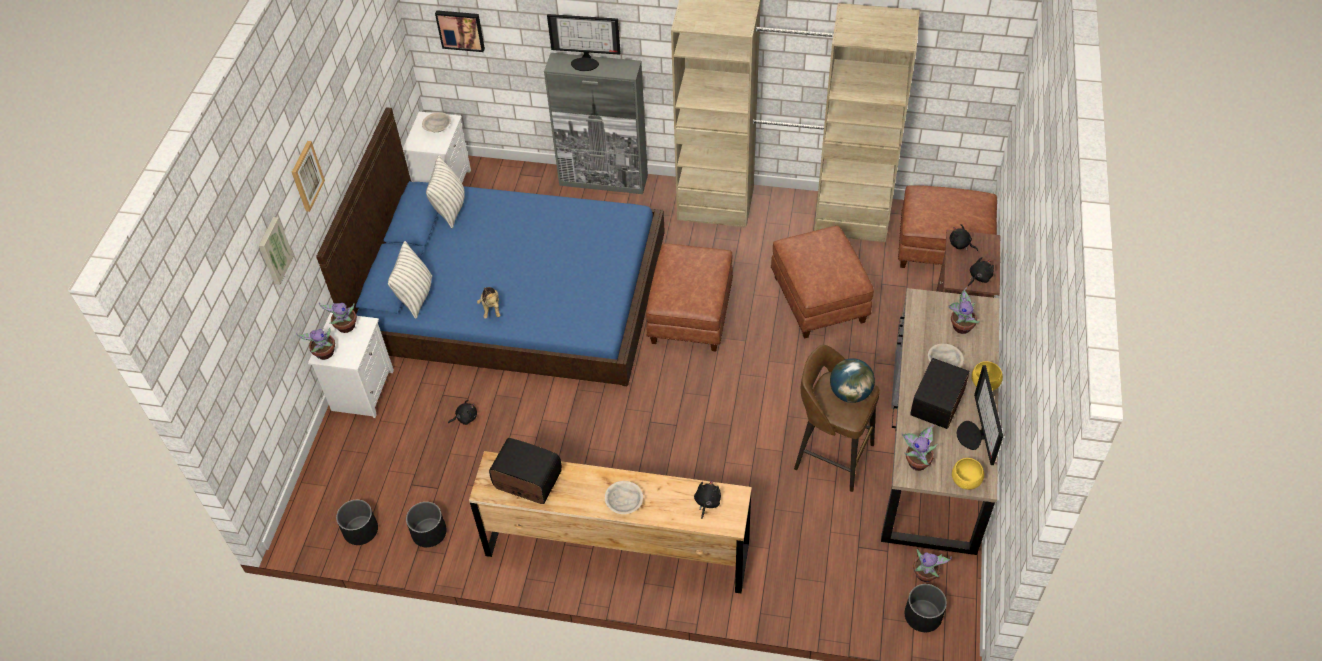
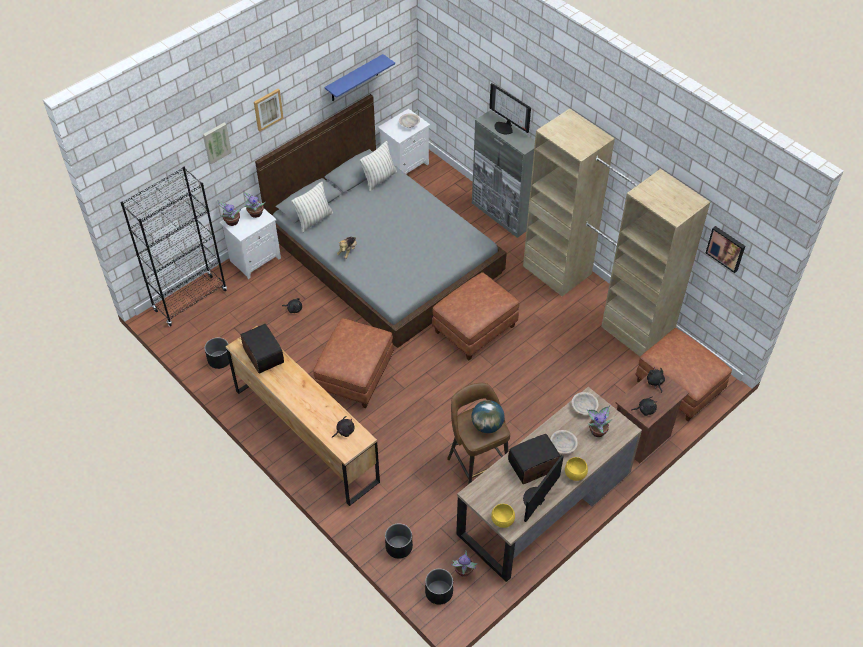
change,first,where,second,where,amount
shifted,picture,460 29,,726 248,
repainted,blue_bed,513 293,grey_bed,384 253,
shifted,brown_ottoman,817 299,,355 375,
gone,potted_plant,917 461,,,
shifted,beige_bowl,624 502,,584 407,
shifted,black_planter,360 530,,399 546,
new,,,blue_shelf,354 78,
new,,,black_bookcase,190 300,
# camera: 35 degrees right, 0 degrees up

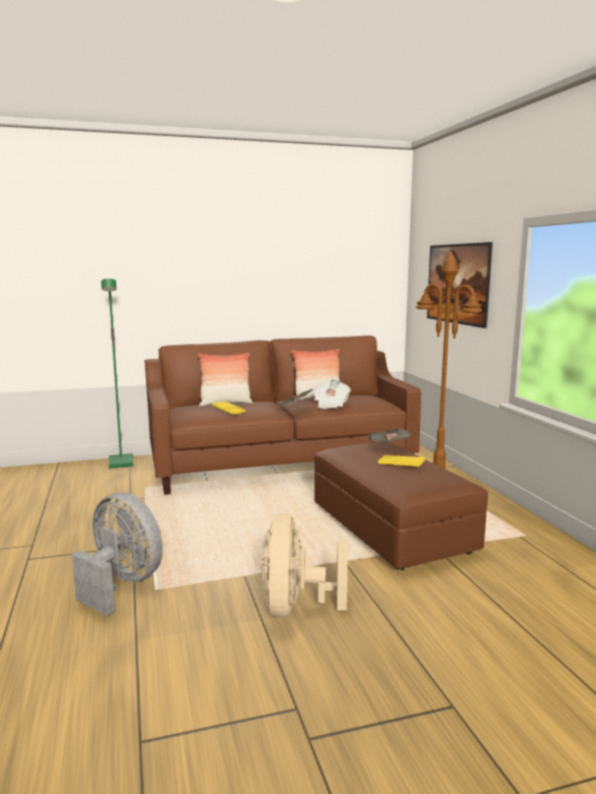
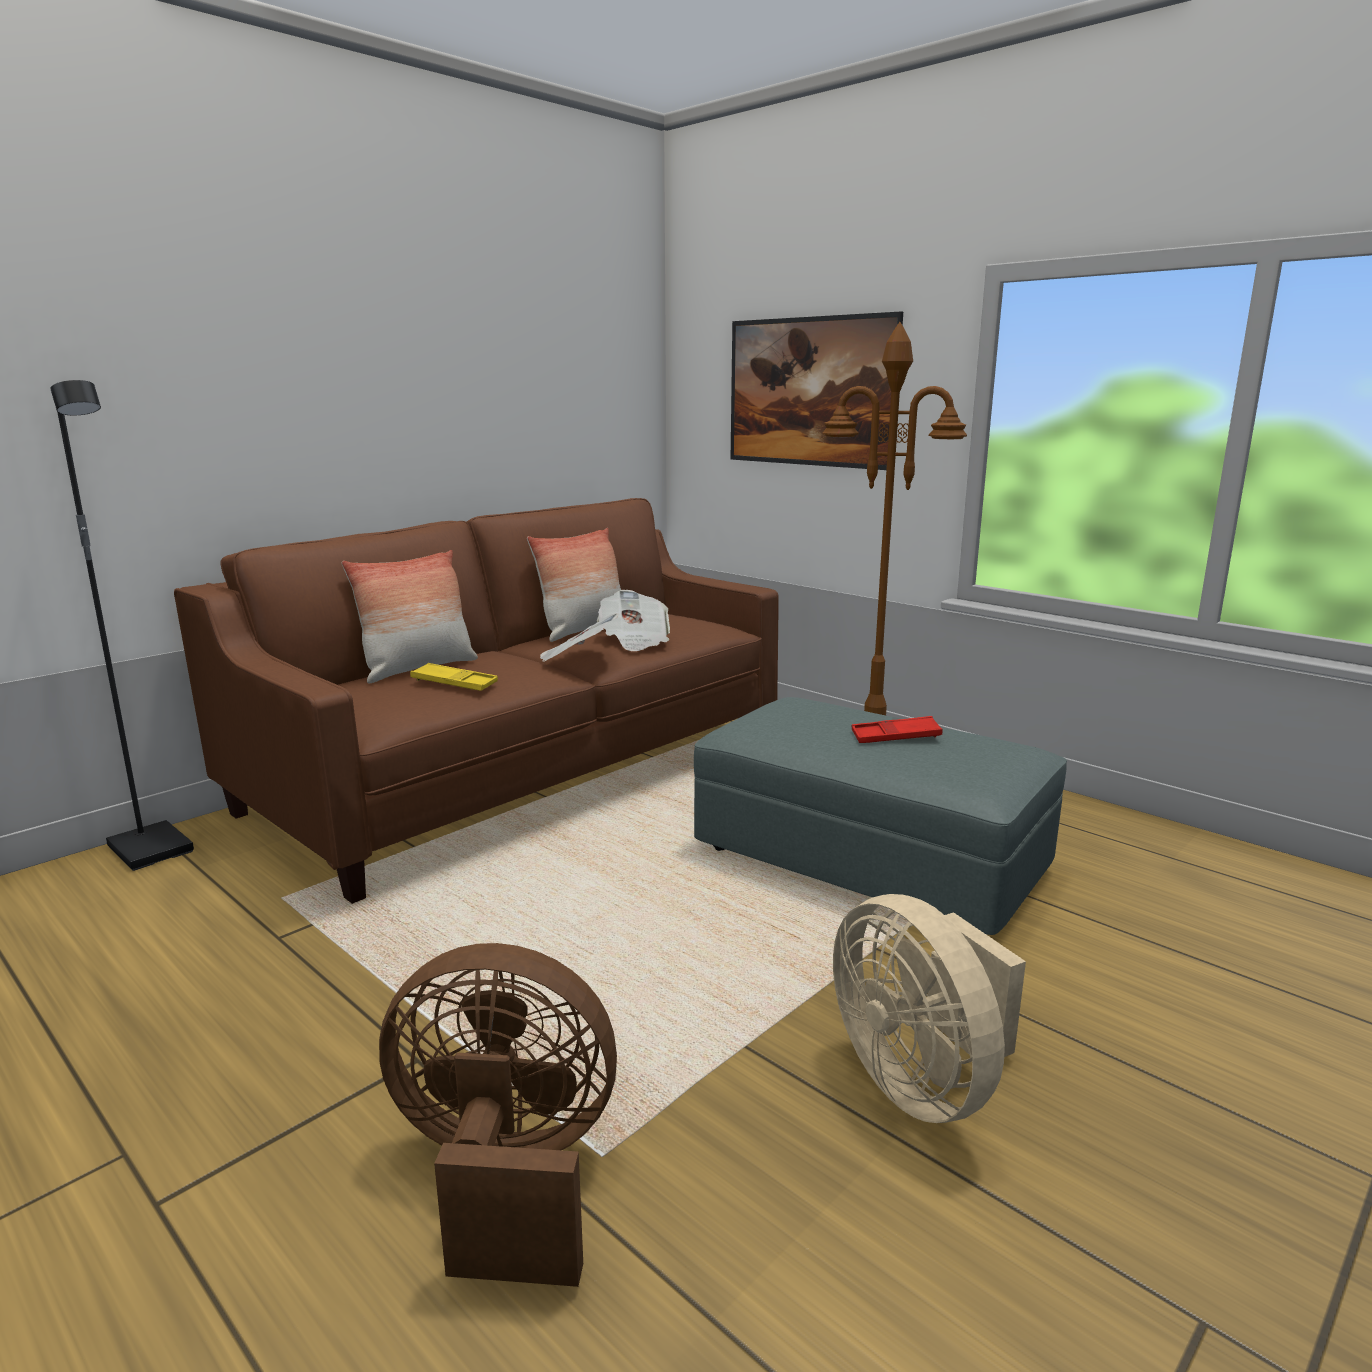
change,first,where,second,where,amount
repainted,green_floor_lamp,122 463,black_floor_lamp,153 849,
gone,newspaper,388 448,,,
repainted,brown_ottoman,391 529,grey_ottoman,869 859,
repainted,yellow_tray,401 464,red_tray,895 737,
repainted,grey_fan,121 584,brown_fan,505 1175,
# camera: 30 degrees left, 5 degrees up

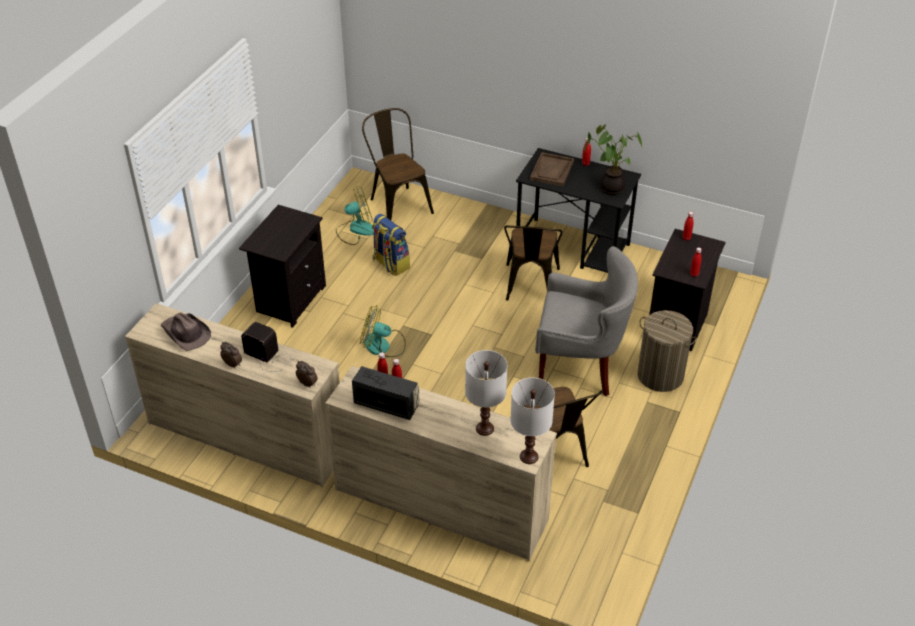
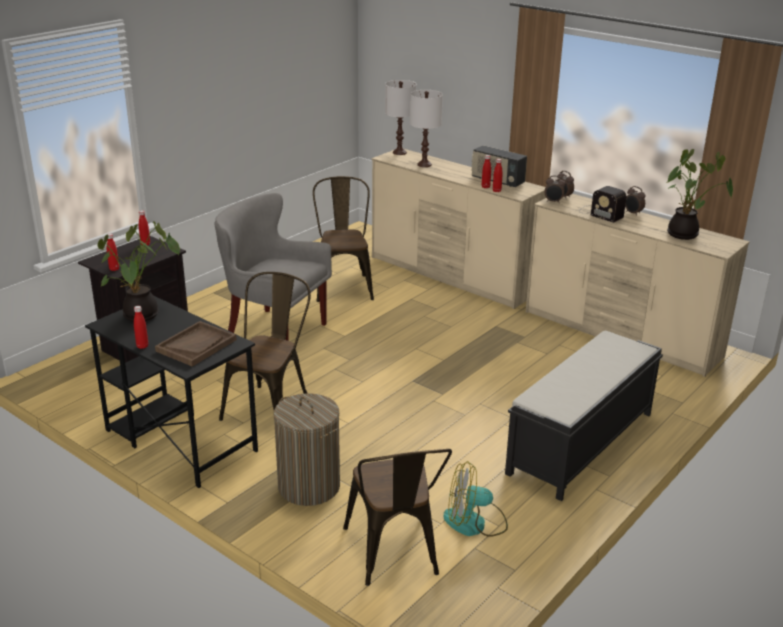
change,first,where,second,where,amount
swapped,black_nightstand,289 299,black_bench,580 444,
gone,backpack,390 264,,,
gone,fan,383 346,,,
shifted,laundry_basket,660 375,,309 486,
swapped,brown_hat,186 333,potted_plant,685 235,
new,,,alarm_clock,553 201,
# camera: 165 degrees left, 15 degrees down

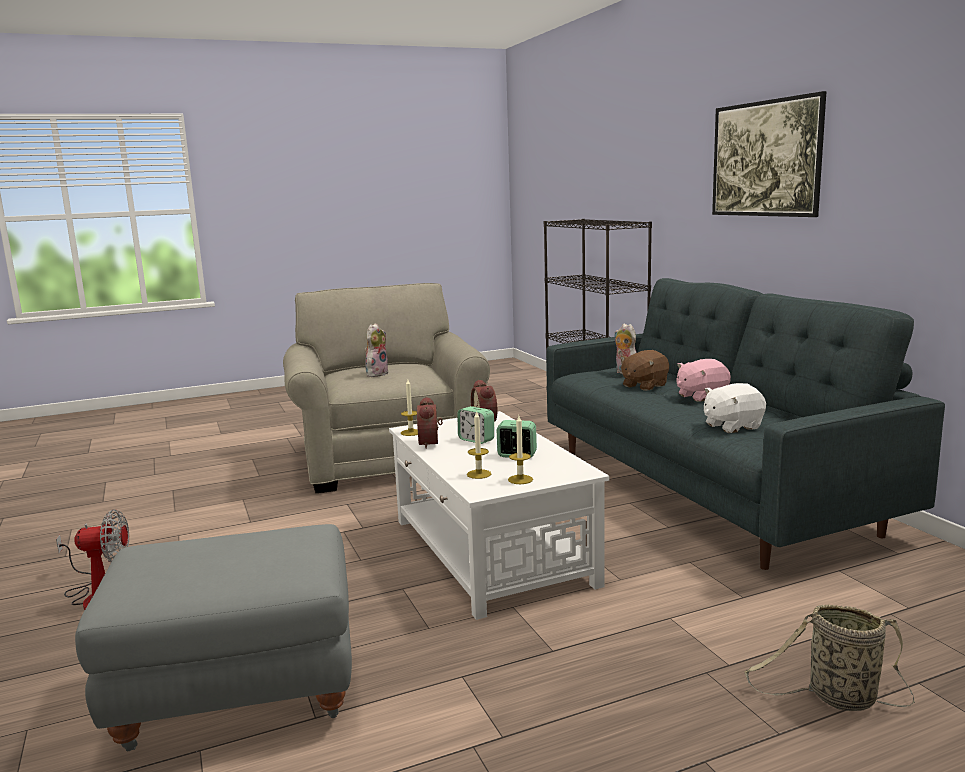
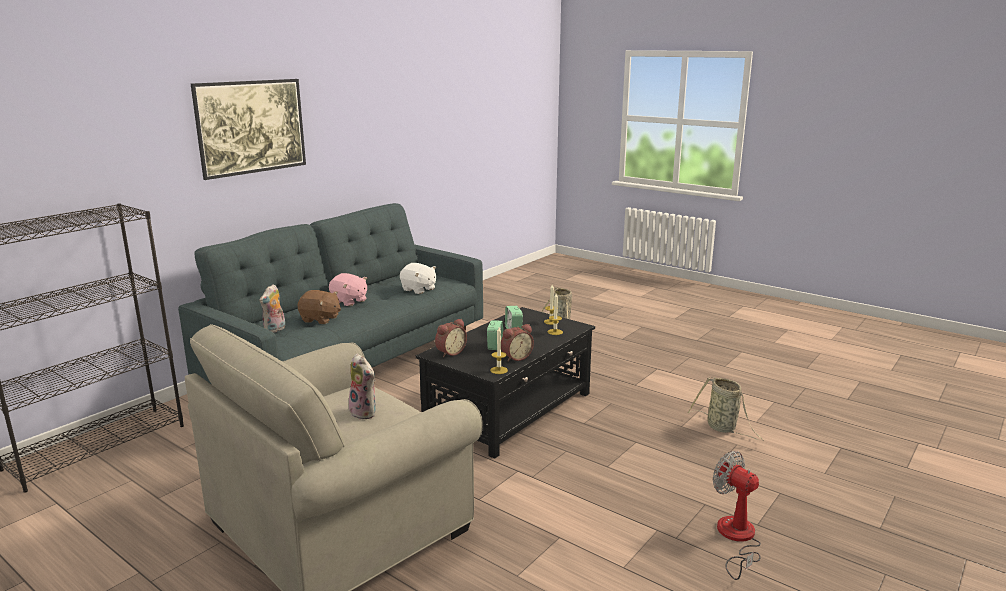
change,first,where,second,where,amount
rotated,plush_toy,376 374,,365 412,135 degrees counterclockwise
repainted,white_coffee_table,491 552,black_coffee_table,510 410,
swapped,grey_ottoman,237 699,basket,723 428,
# camera: 120 degrees left, 5 degrees up

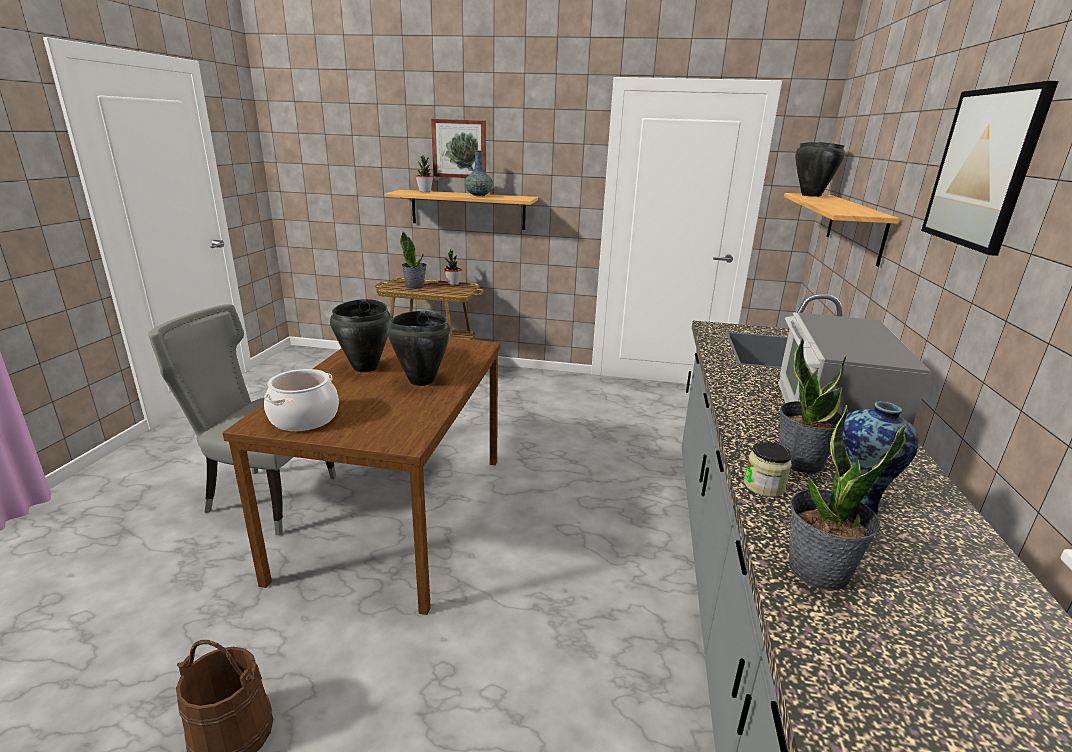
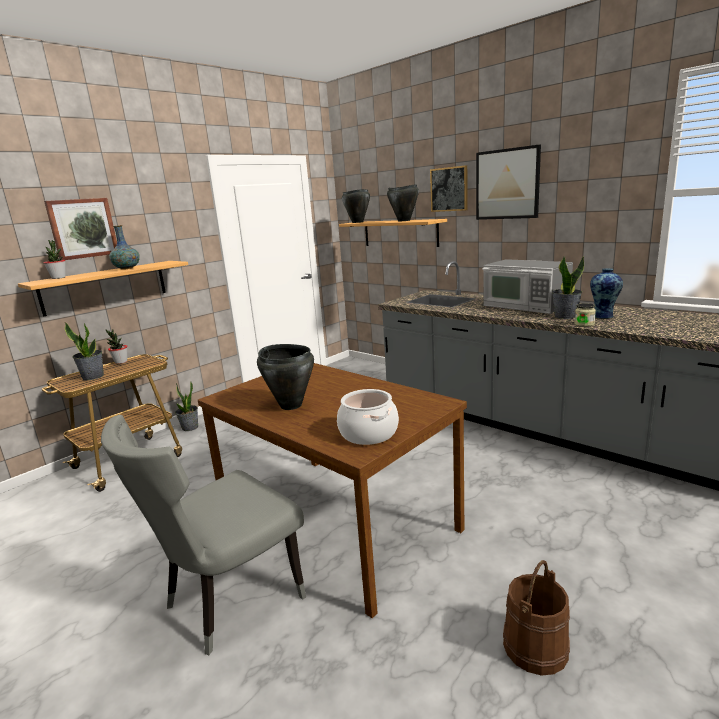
change,first,where,second,where,amount
shifted,black_cooking_pot,421 381,,404 220,
shifted,potted_plant,817 570,,190 427,
new,,,picture,449 189,
# camera: 55 degrees left, 5 degrees down

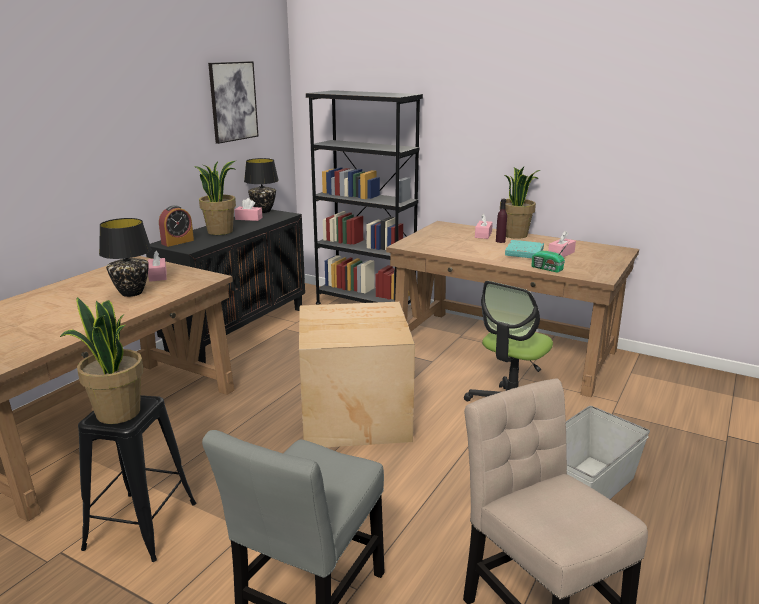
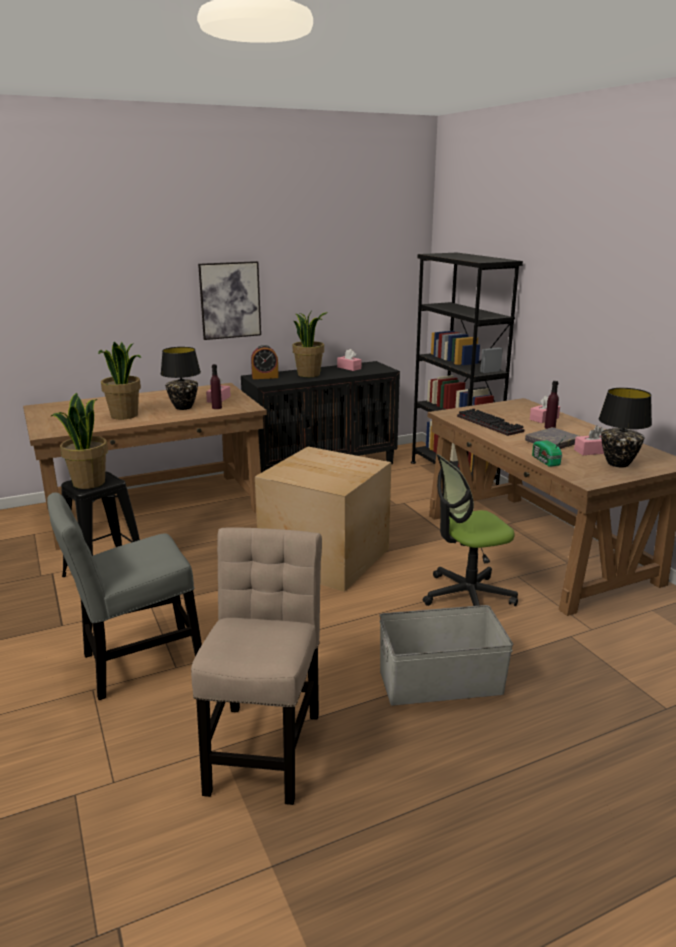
change,first,where,second,where,amount
shifted,picture,233 101,,230 300,
shifted,black_table_lamp,263 211,,618 464,
shifted,potted_plant,515 235,,125 415,
repainted,turquoise_book,524 252,grey_book,552 442,
new,,,purple_bottle,217 407,
new,,,keyboard,491 424,
# camera: 35 degrees right, 0 degrees up

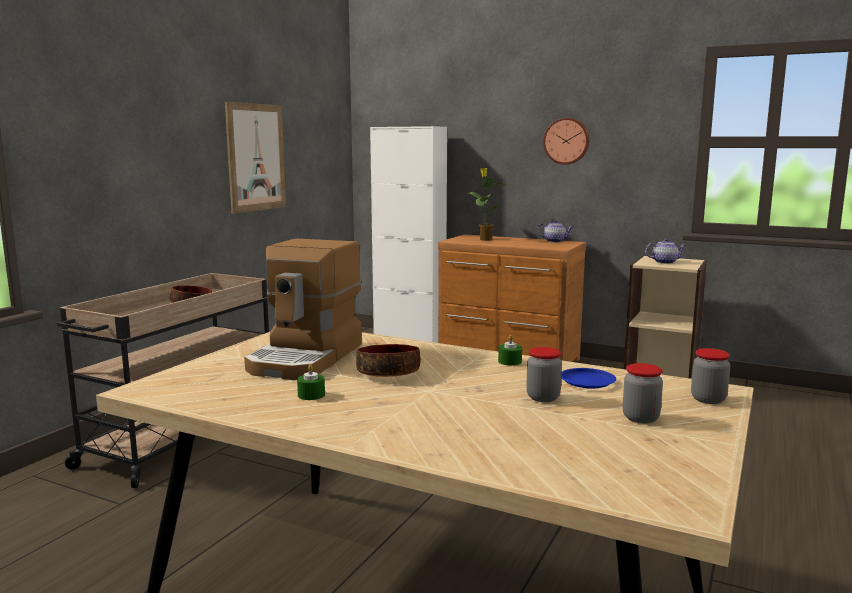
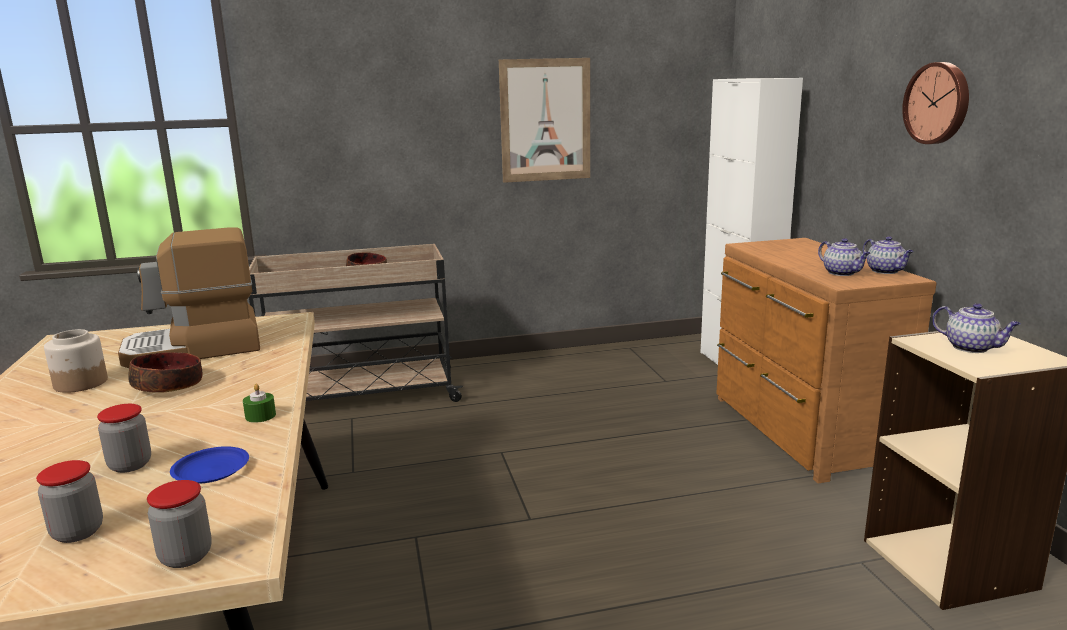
change,first,where,second,where,amount
gone,potted_plant,485 239,,,
swapped,green_candle,311 395,jar,80 383,
new,,,teapot,842 273,
# camera: 50 degrees right, 5 degrees up

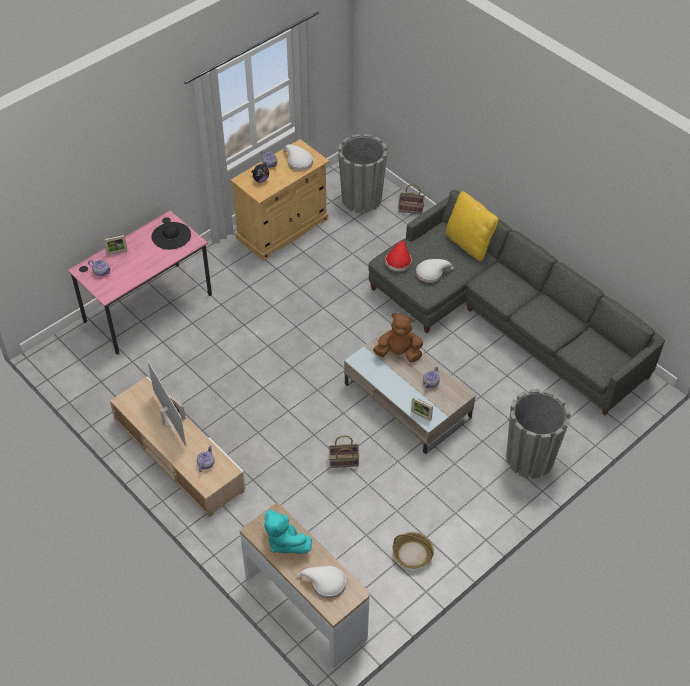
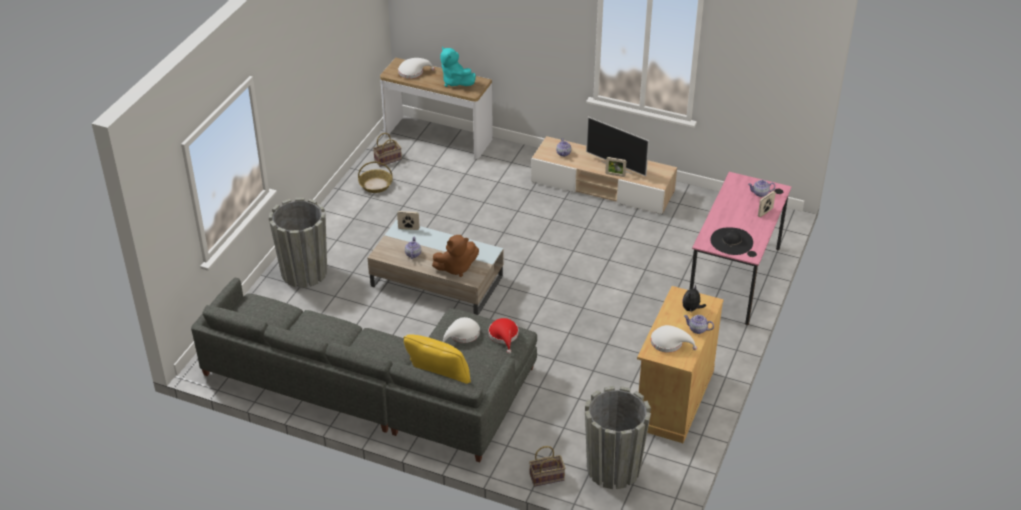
change,first,where,second,where,amount
shifted,basket,343 461,,388 159,
rotated,turquoise_plush_toy,284 541,,455 82,150 degrees counterclockwise
# camera: 155 degrees right, 10 degrees down

